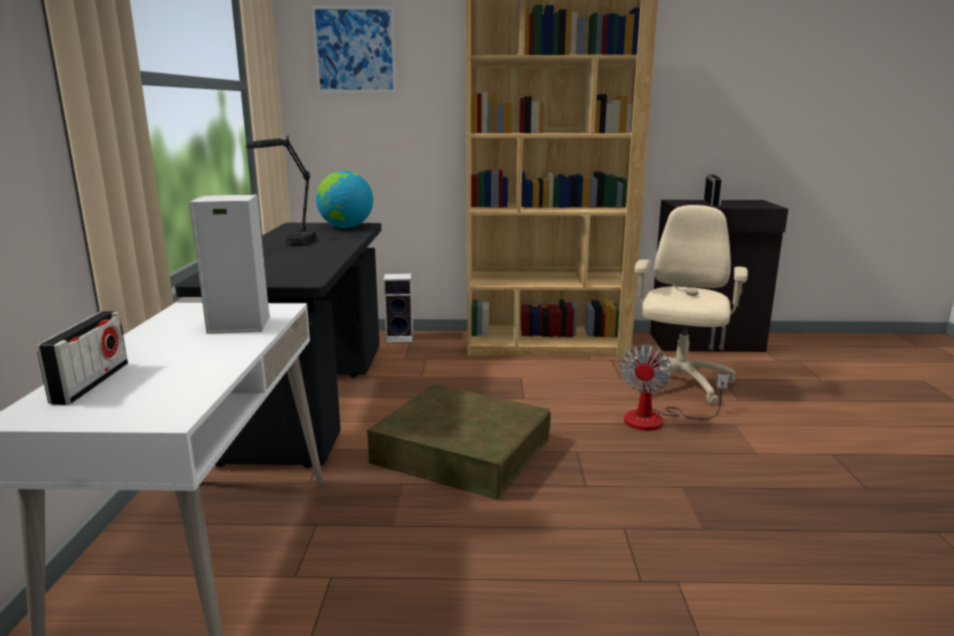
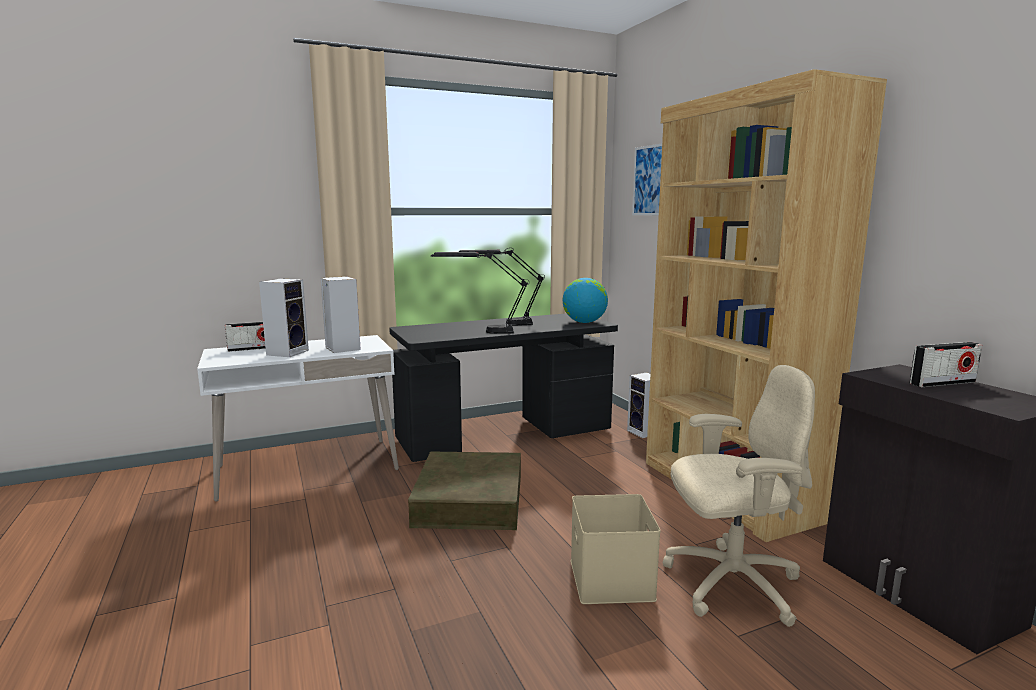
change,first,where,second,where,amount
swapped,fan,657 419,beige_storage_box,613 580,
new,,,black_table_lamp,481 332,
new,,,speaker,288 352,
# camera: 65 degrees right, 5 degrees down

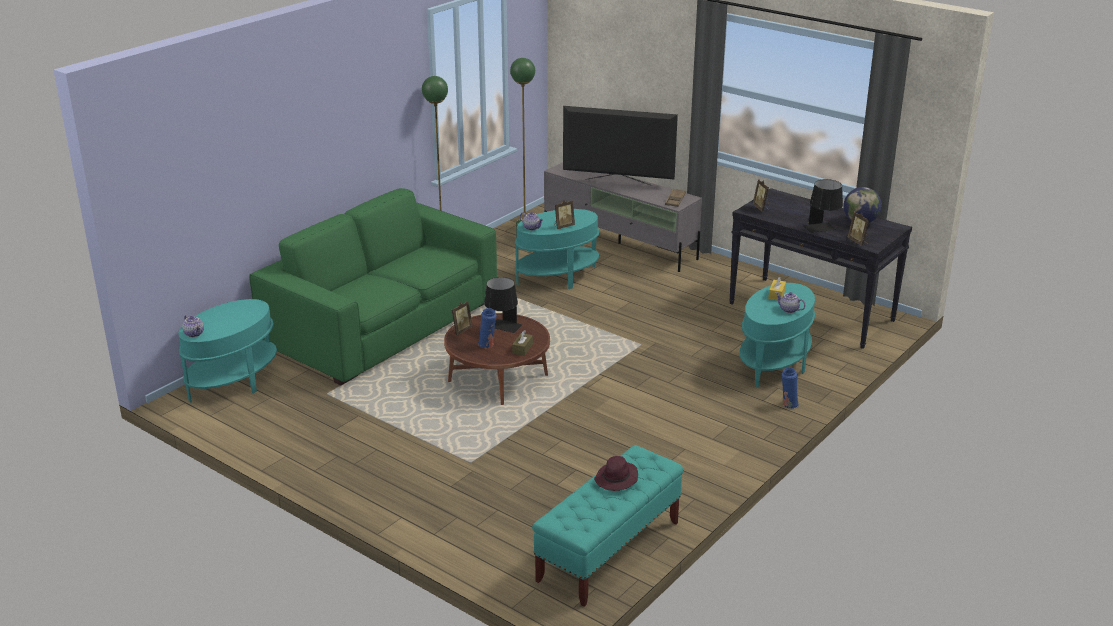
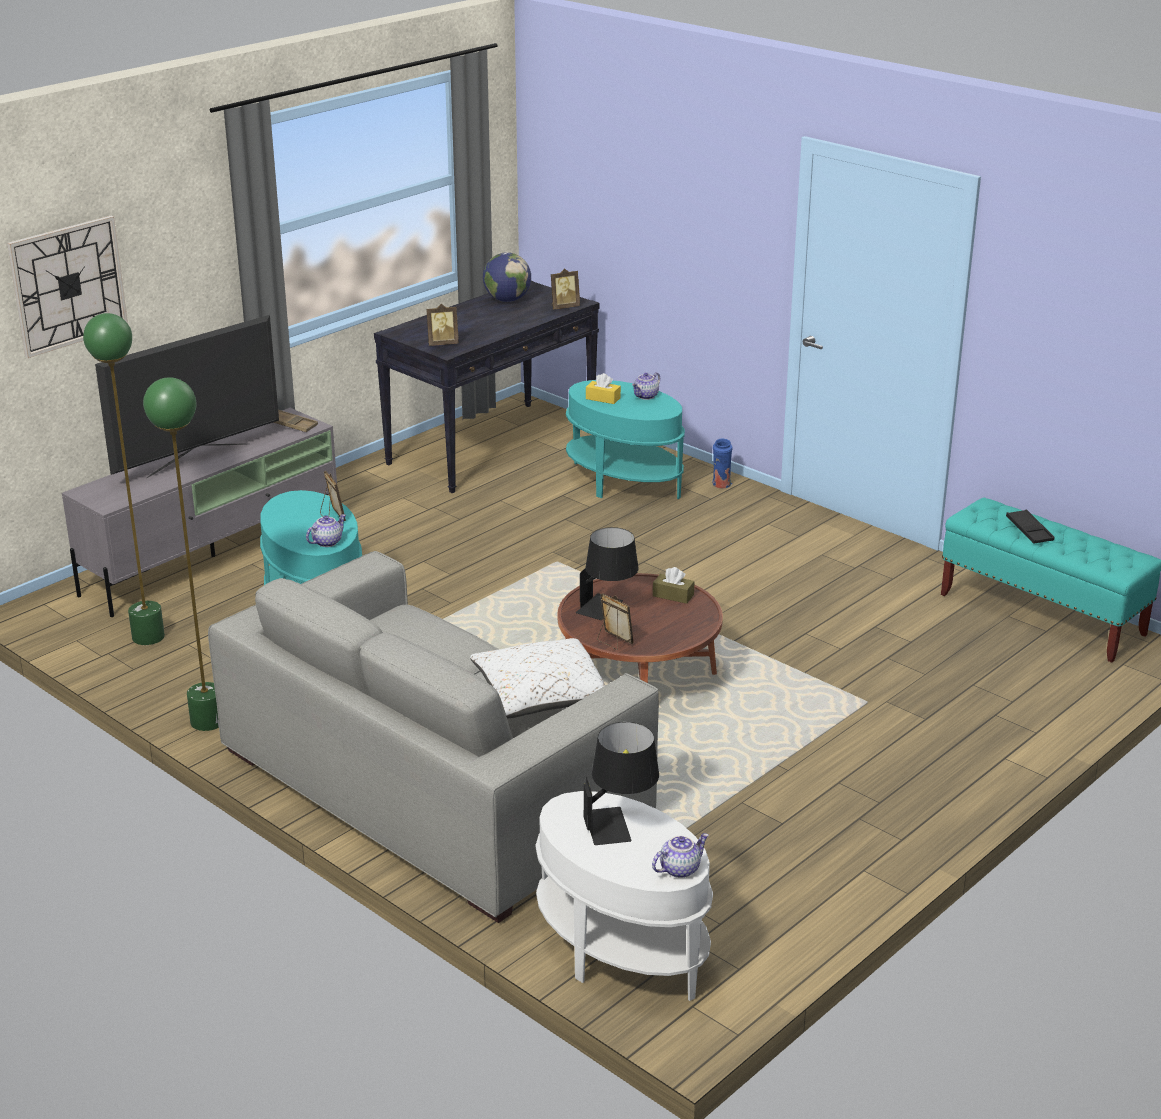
change,first,where,second,where,amount
rotated,television,617 183,,198 460,150 degrees counterclockwise
shifted,black_table_lamp,822 230,,620 824,
repainted,green_sofa,383 324,grey_sofa,433 784,
repainted,turquoise_side_table,233 382,white_side_table,621 950,
gone,blue_vase,487 345,,,
swapped,purple_hat,616 479,black_tray,1029 530,
new,,,wall_clock,68 285,
new,,,white_pillow,540 697,
# camera: 85 degrees left, 0 degrees up

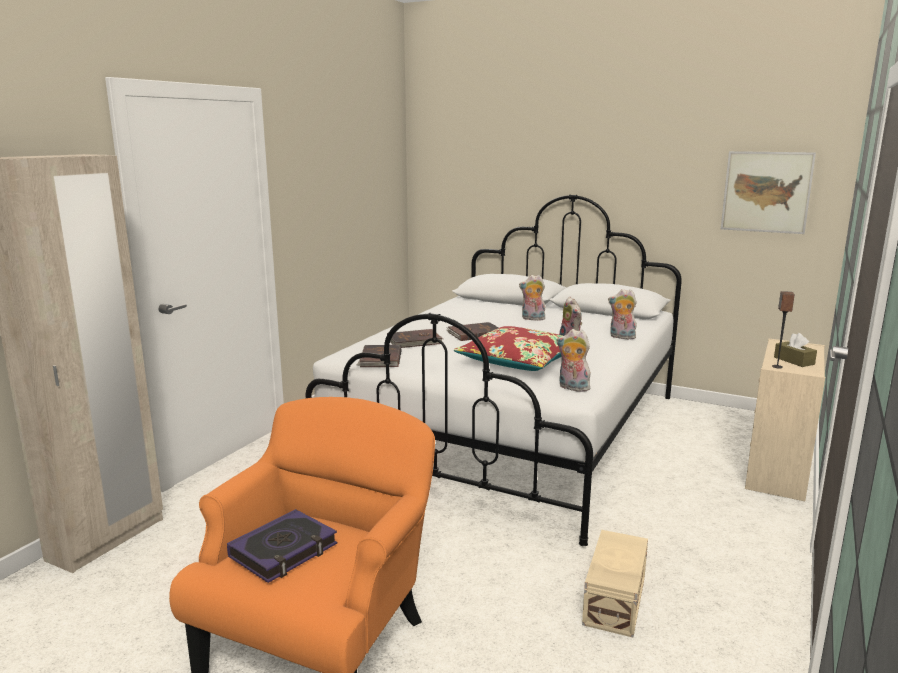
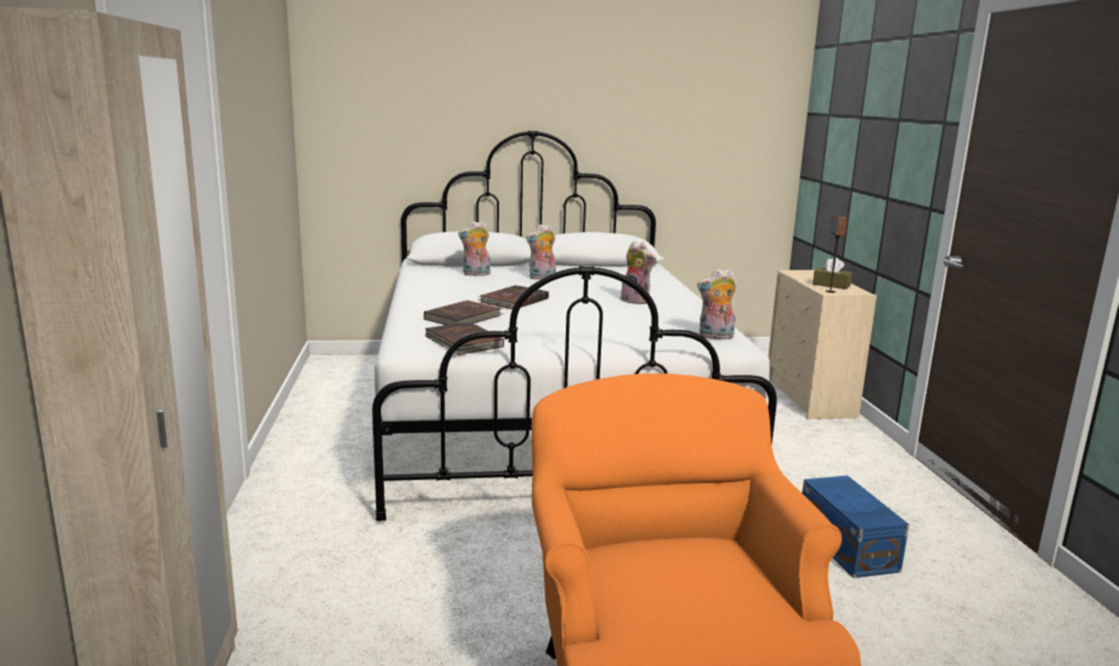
change,first,where,second,where,amount
gone,picture,766 192,,,
shifted,plush_toy,621 337,,476 274,
gone,red_pillow,518 361,,,
gone,book,284 551,,,
repainted,beige_storage_box,613 601,blue_storage_box,846 547,
# camera: 35 degrees left, 0 degrees up

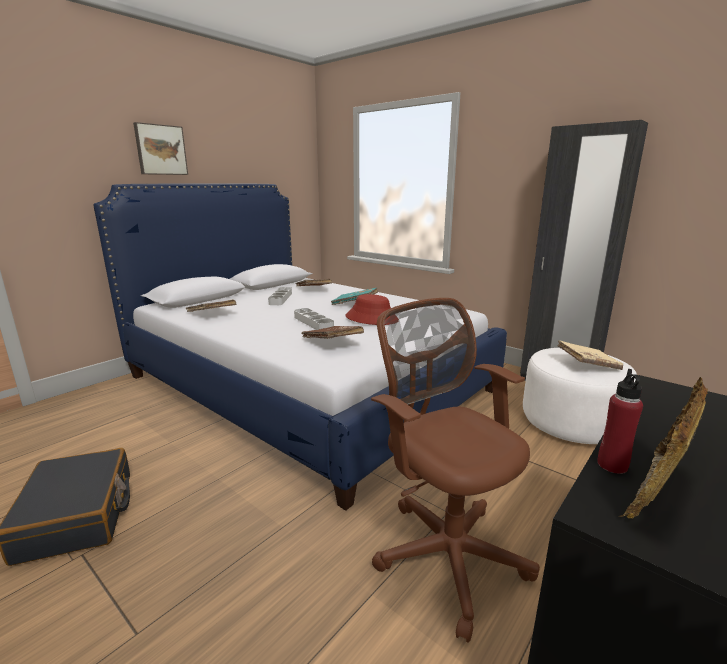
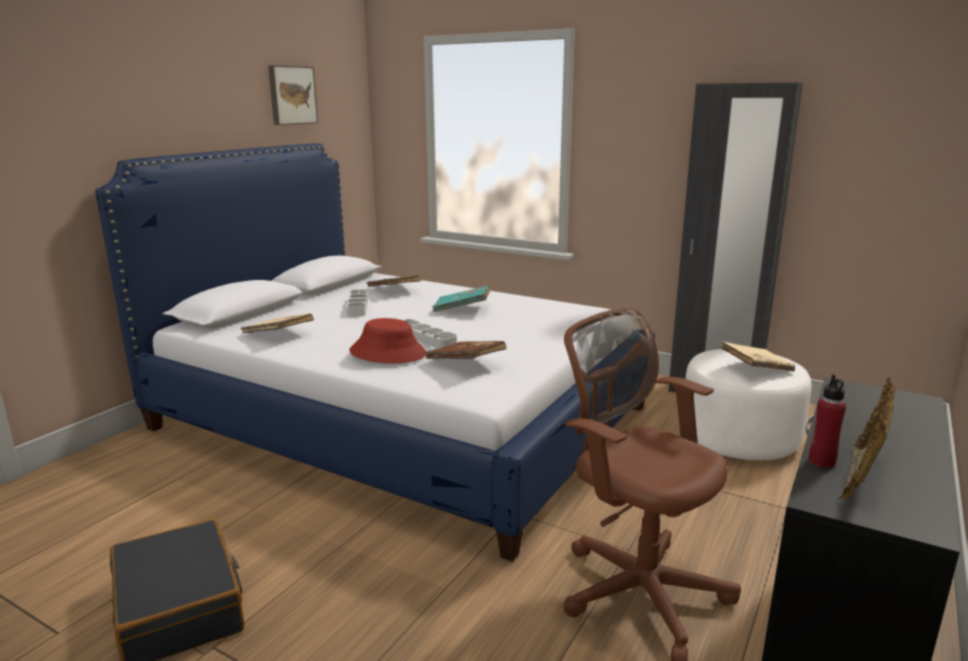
change,first,where,second,where,amount
shifted,picture,160 150,,291 95,
shifted,red_hat,372 318,,388 353,
# camera: 10 degrees left, 0 degrees up

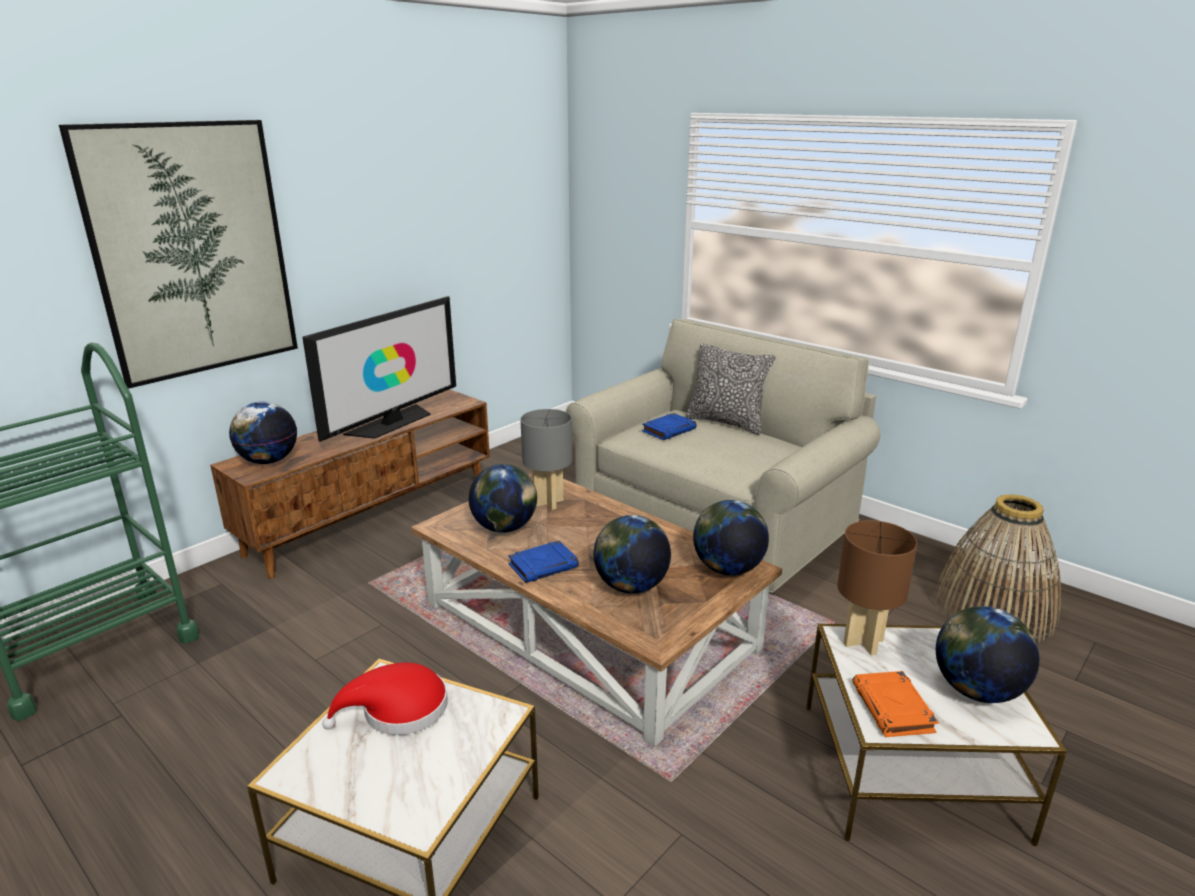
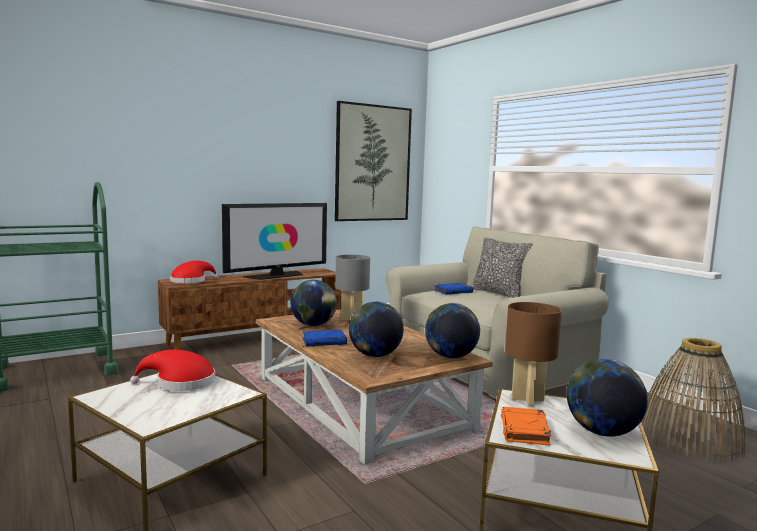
change,first,where,second,where,amount
shifted,picture,192 251,,373 163,
swapped,globe,268 461,red_hat,190 281,
# camera: 15 degrees right, 15 degrees down

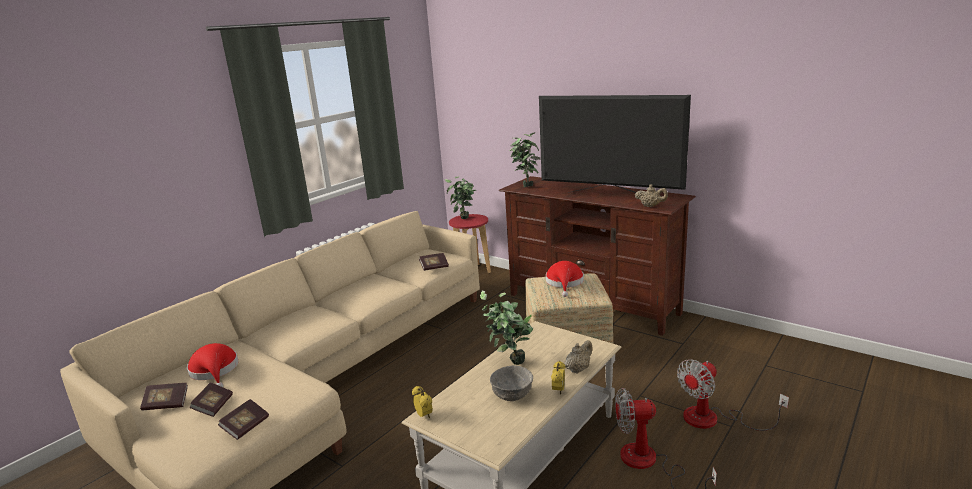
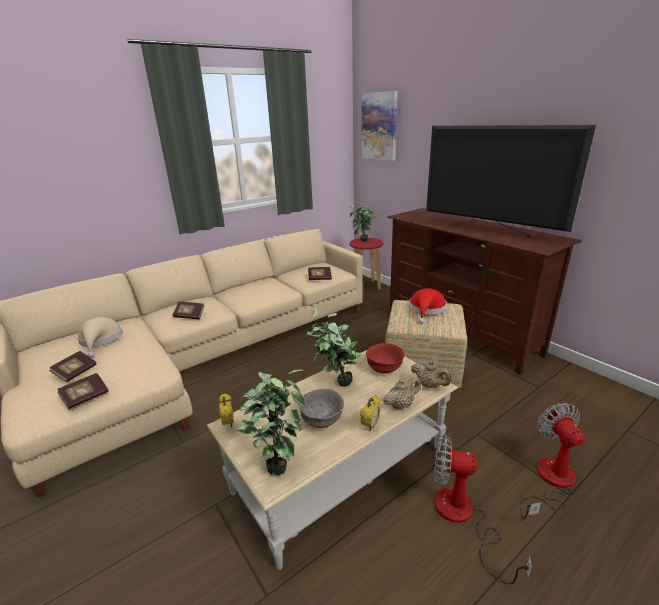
change,first,where,second,where,amount
shifted,potted_plant,525 185,,278 460,
shifted,beige_teapot,650 206,,429 385,
repainted,red_hat,215 371,beige_hat,101 340,
rotated,fan,713 419,,550 481,105 degrees clockwise
shifted,book,166 404,,189 316,
new,,,picture,379 126,
new,,,red_bowl,384 368,
# camera: 15 degrees right, 5 degrees up

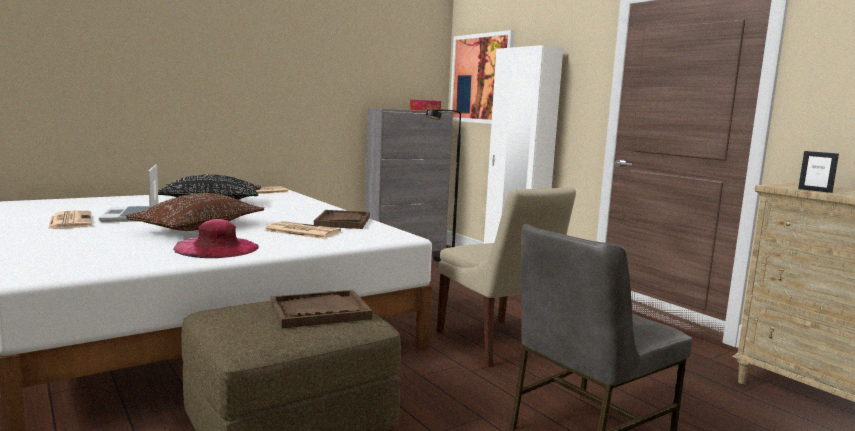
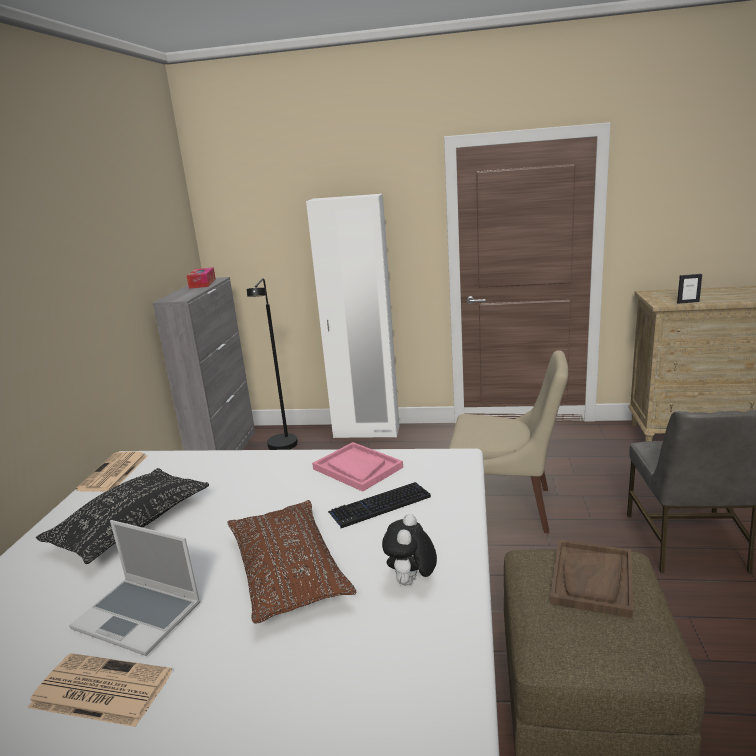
change,first,where,second,where,amount
gone,picture,481 78,,,
repainted,brown_tray,342 221,pink_tray,357 468,
swapped,pink_hat,217 247,plush_toy,411 582,
swapped,newspaper,301 231,keyboard,379 505,
# camera: 45 degrees left, 10 degrees up

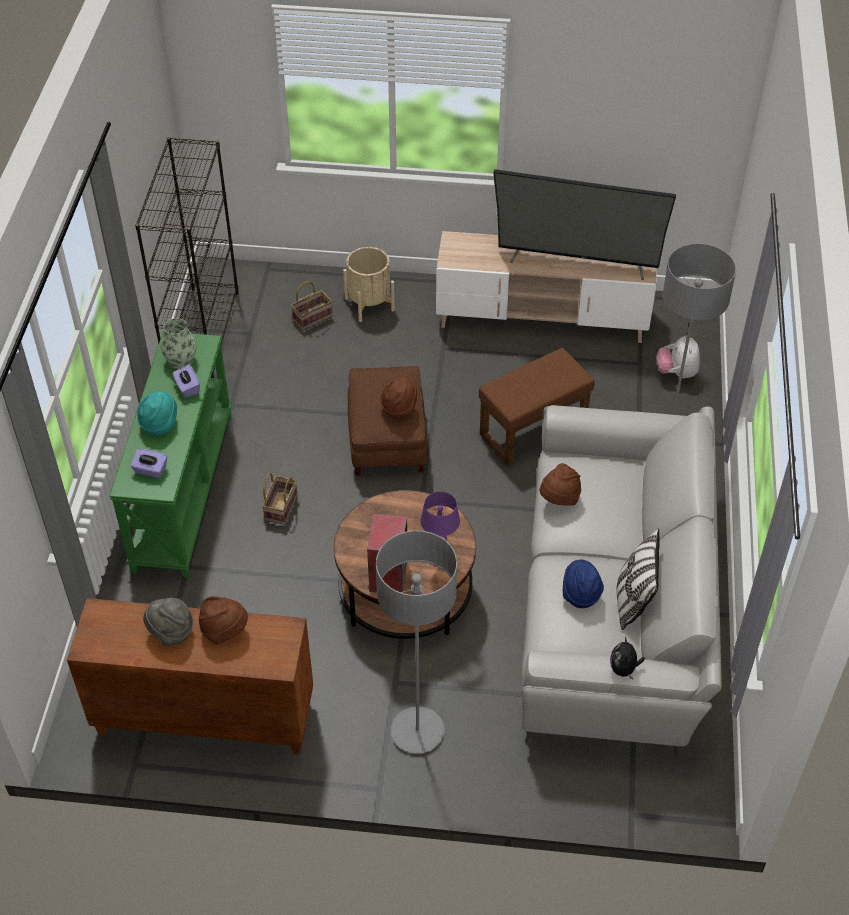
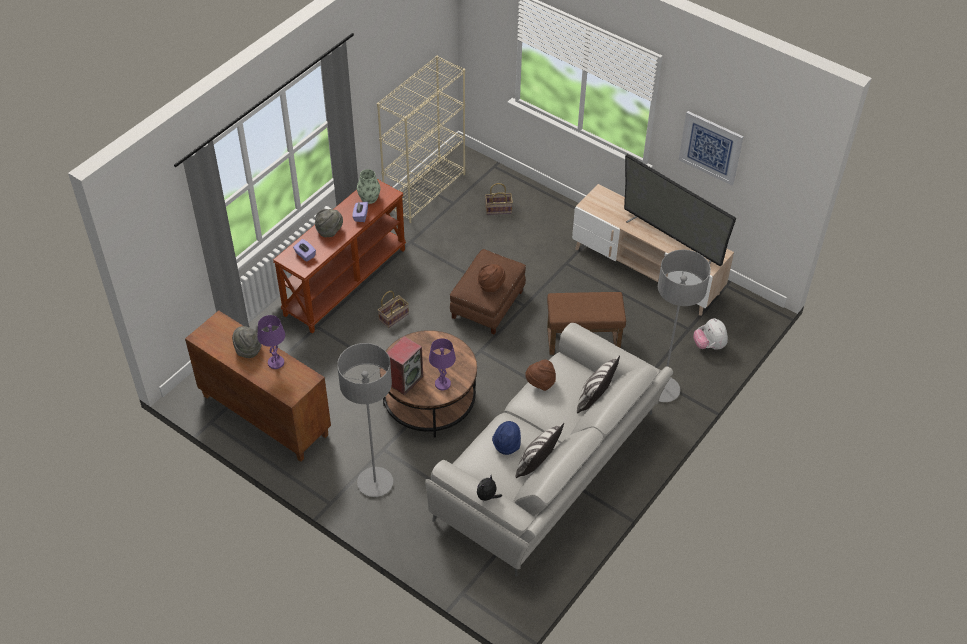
change,first,where,second,where,amount
repainted,black_bookcase,202 333,beige_bookcase,425 191,
gone,beige_planter,369 304,,,
repainted,green_console_table,182 491,brown_console_table,345 281,
rotated,plush_toy,676 373,,709 345,45 degrees counterclockwise
repainted,turquoise_hat,159 424,grey_hat,329 230,
swapped,brown_hat,224 630,purple_table_lamp,276 362,
new,,,picture,710 147,
new,,,pillow,594 398,
# camera: 30 degrees right, 0 degrees up

